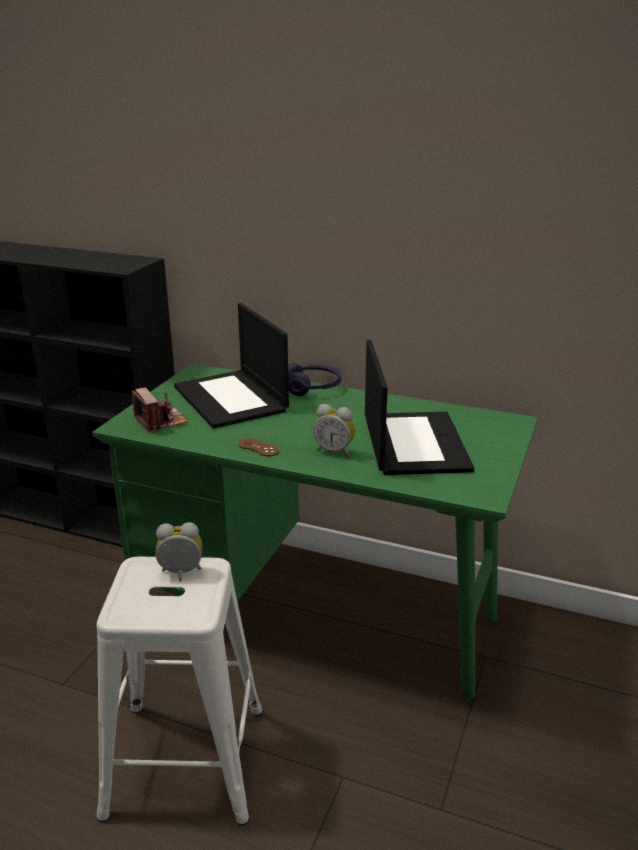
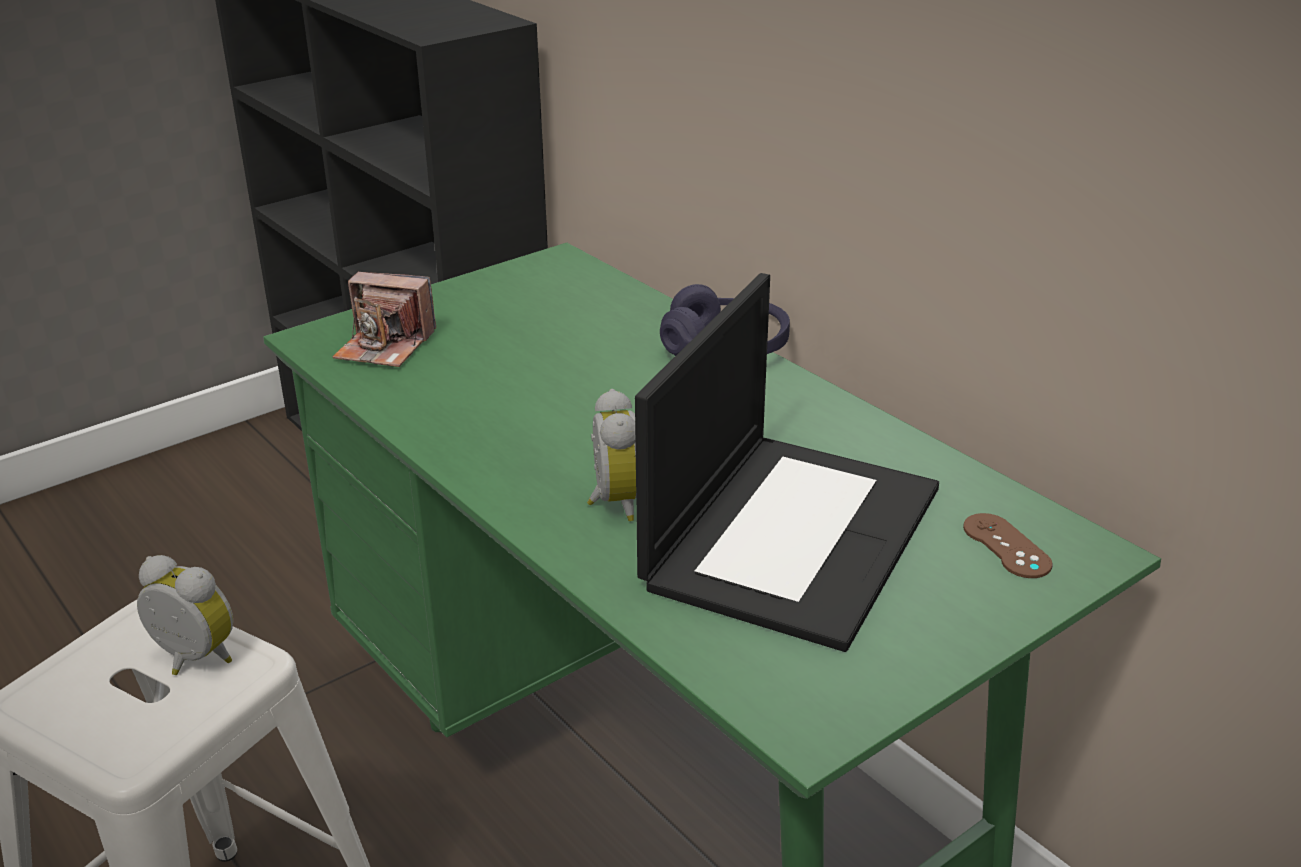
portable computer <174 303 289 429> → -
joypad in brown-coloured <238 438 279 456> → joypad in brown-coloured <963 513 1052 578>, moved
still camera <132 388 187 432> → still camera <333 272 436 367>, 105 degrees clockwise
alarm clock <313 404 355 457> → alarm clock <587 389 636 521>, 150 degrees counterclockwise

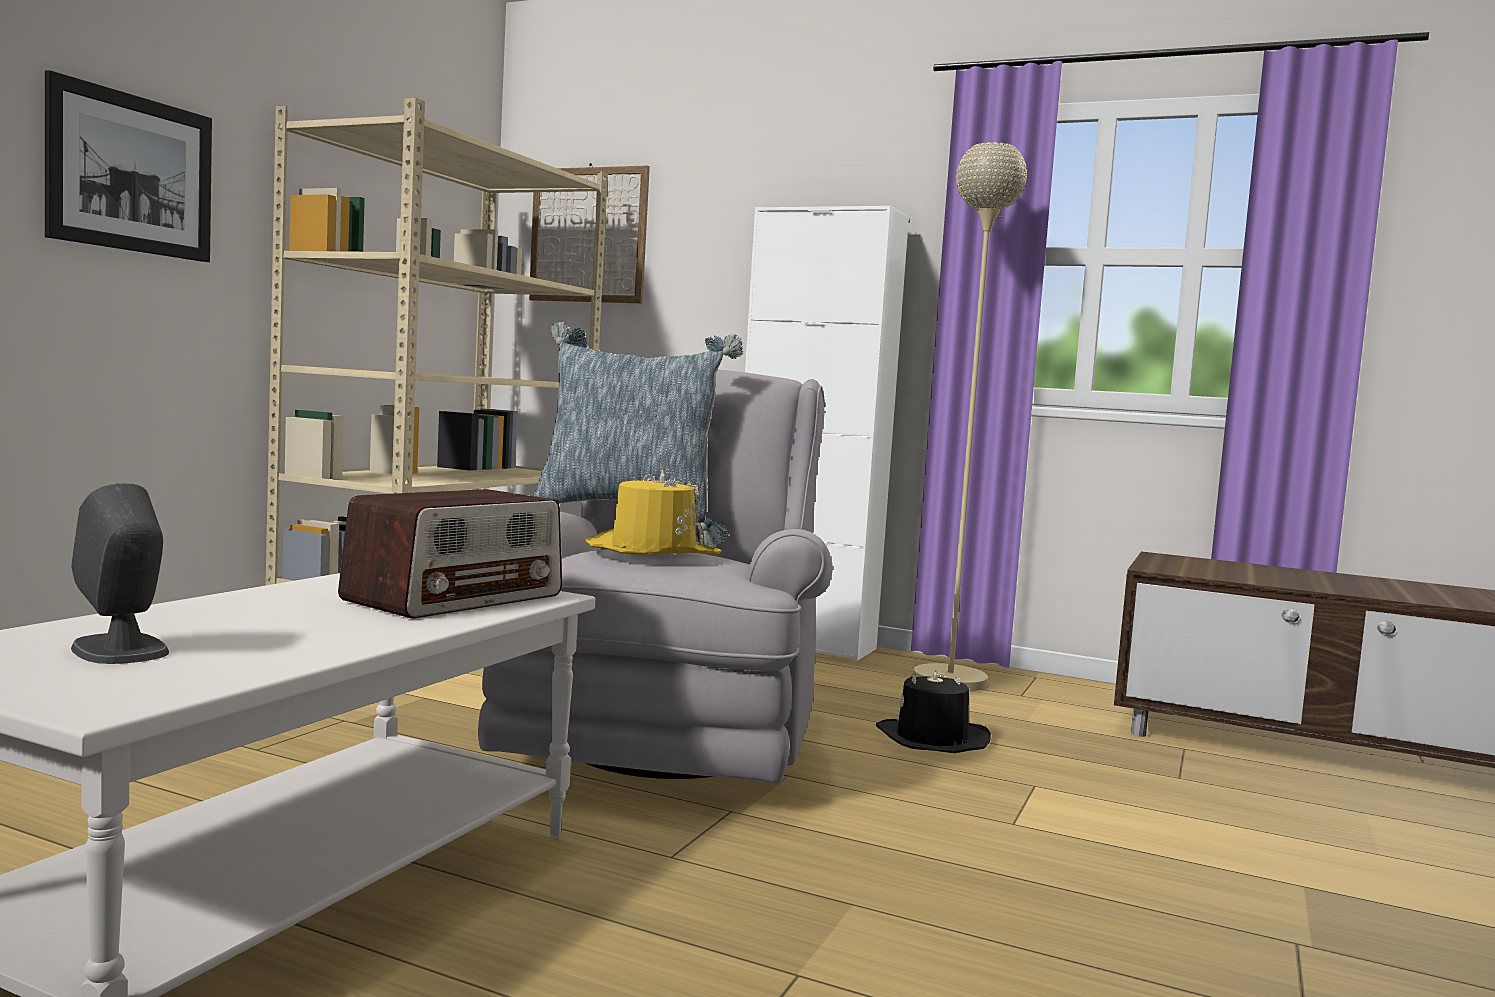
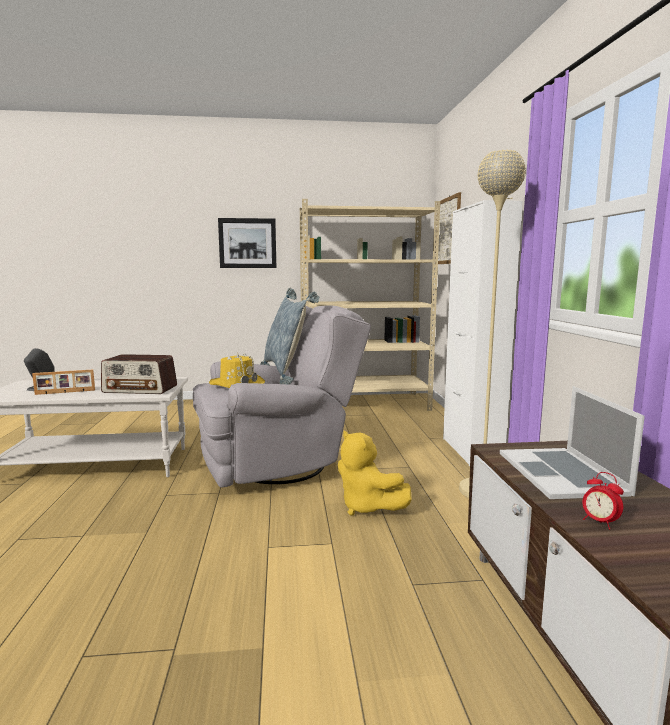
- → picture frame <32 370 95 395>
- → portable computer <500 386 645 499>
- → alarm clock <582 472 624 529>
clothing hat in black-coloured <876 670 991 753> → cuddly toy in yellow <338 431 412 516>

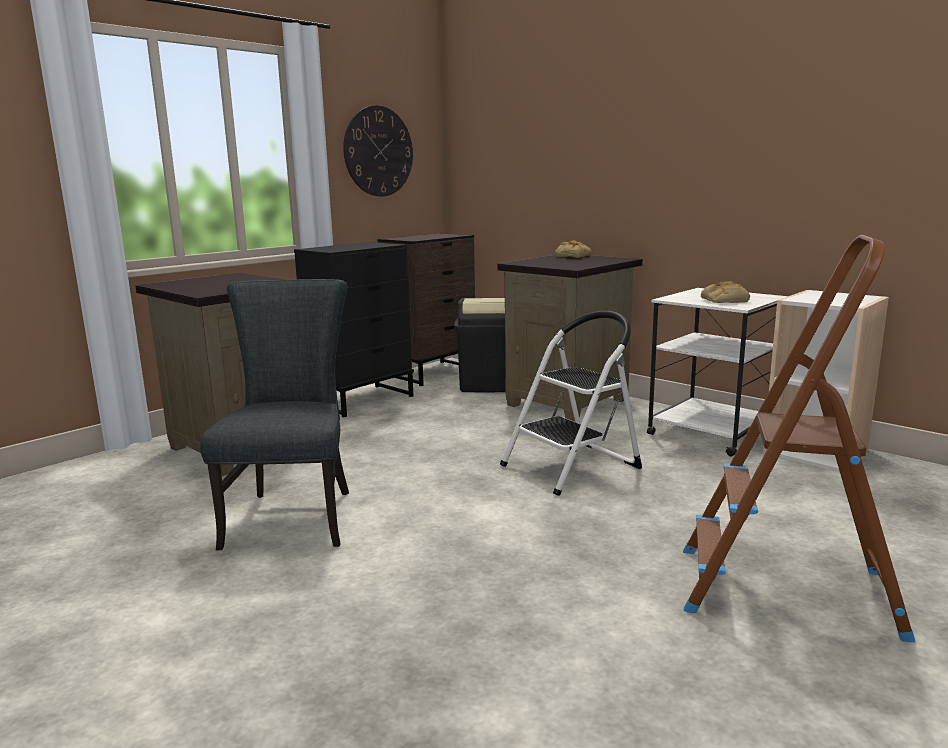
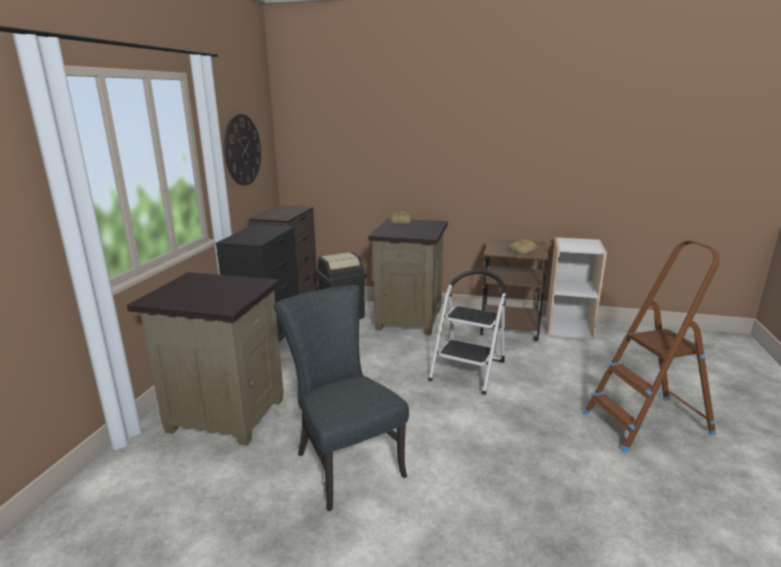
trolley in white-coloured <647 288 788 457> → trolley in brown-coloured <480 239 549 341>

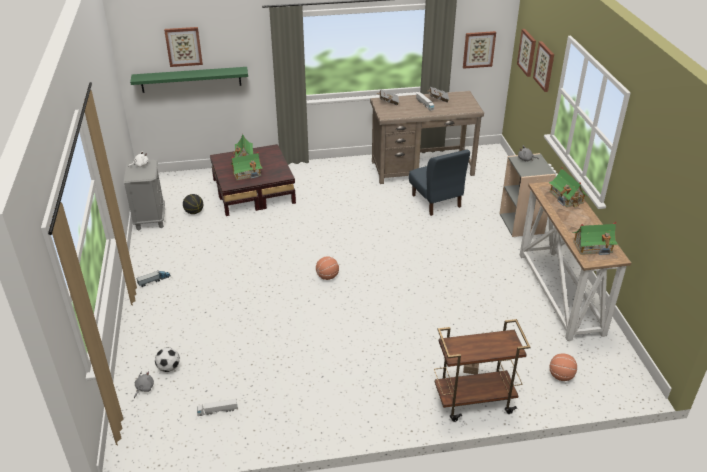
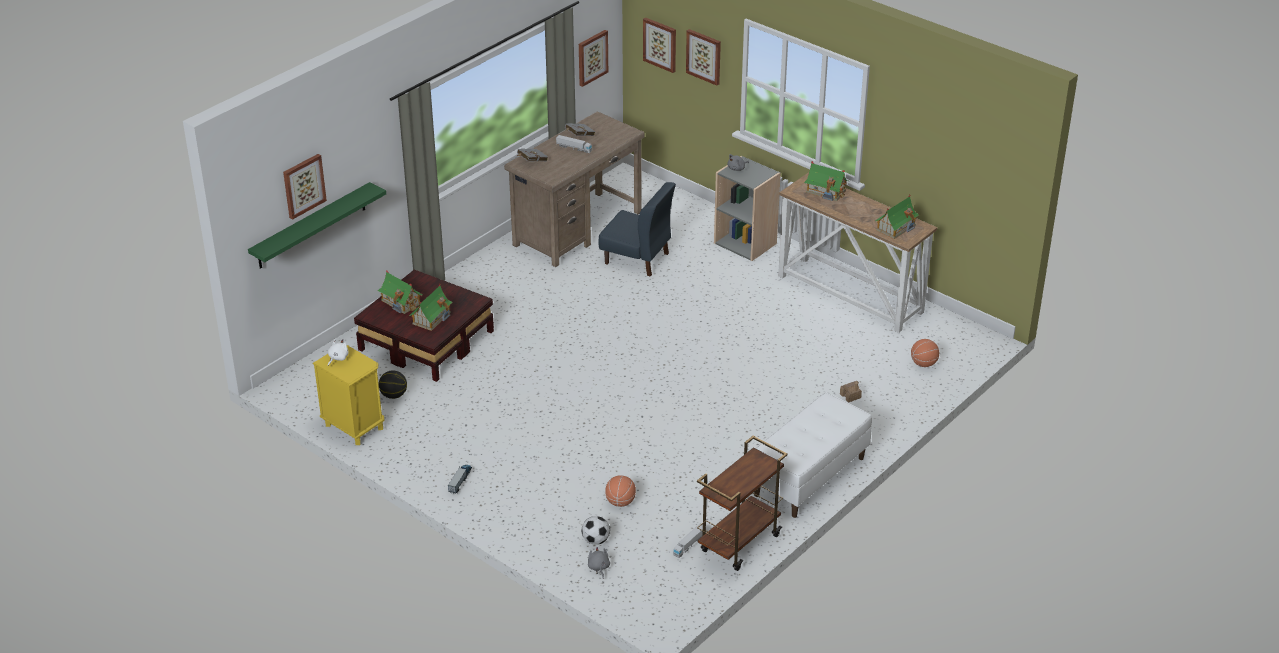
- → bench in white-coloured <754 392 872 518>
ball for basketball <316 256 339 280> → ball for basketball <605 475 636 507>, moved
trolley in brown-coloured <434 319 531 422> → trolley in brown-coloured <697 436 788 571>, moved
bedside table in gray <124 159 165 230> → bedside table in yellow <313 345 384 445>

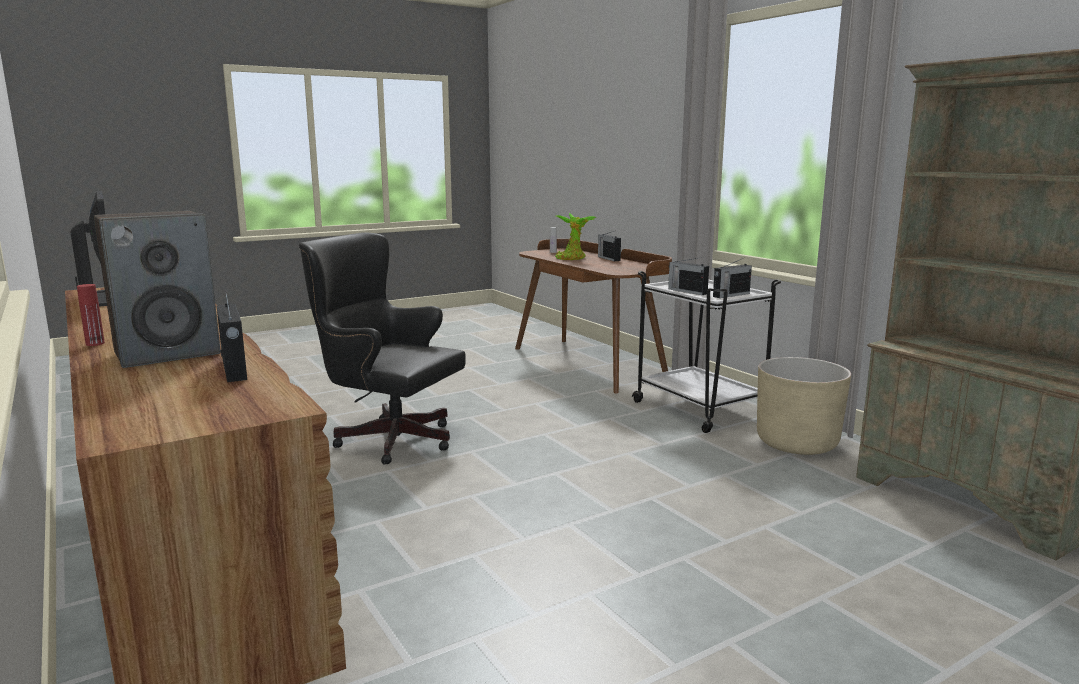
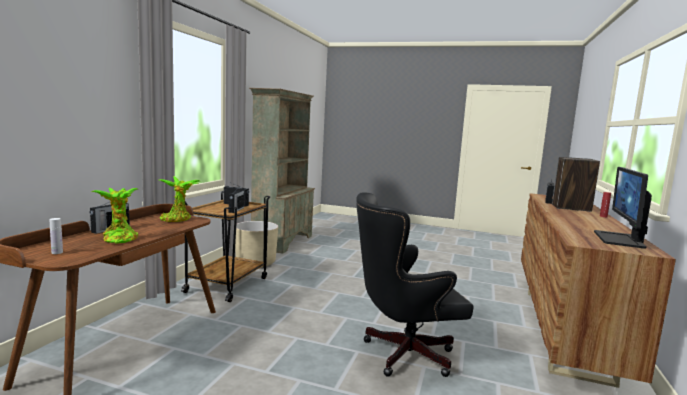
- → plant in a pot <159 176 200 222>
trolley in white-coloured <632 271 781 433> → trolley in brown-coloured <181 191 270 302>
office chair in black-coloured <299 232 466 465> → office chair in black-coloured <357 192 473 377>, 90 degrees clockwise

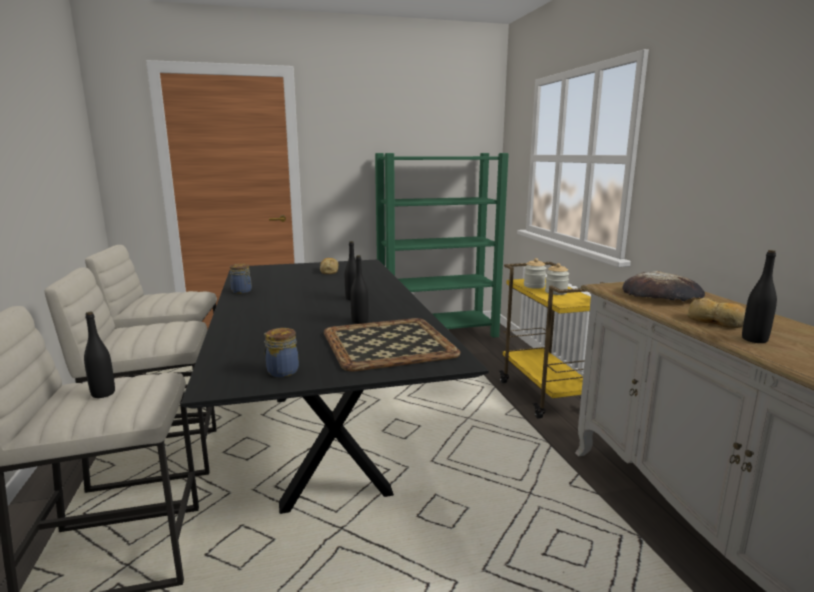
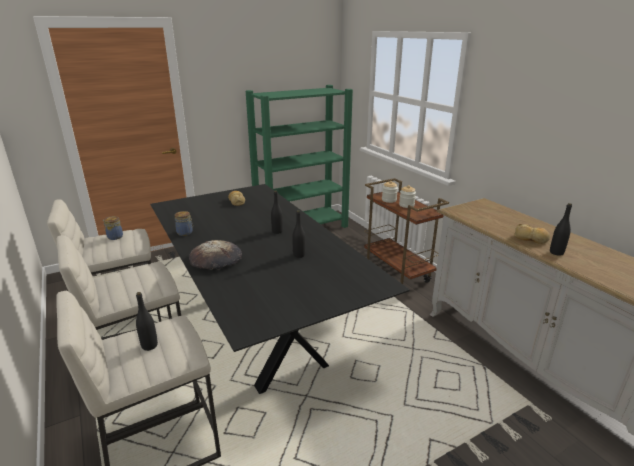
carrying tray <324 318 461 372> → -
preserve jar <264 328 299 377> → preserve jar <103 216 123 240>, moved
bread <622 271 705 302> → bread <189 240 242 270>, moved
trolley in yellow <499 262 604 418> → trolley in brown-coloured <364 178 449 284>

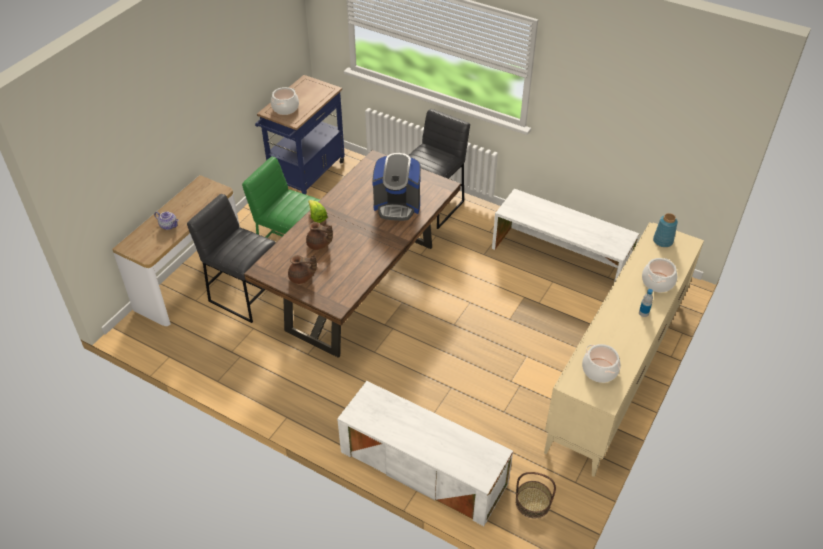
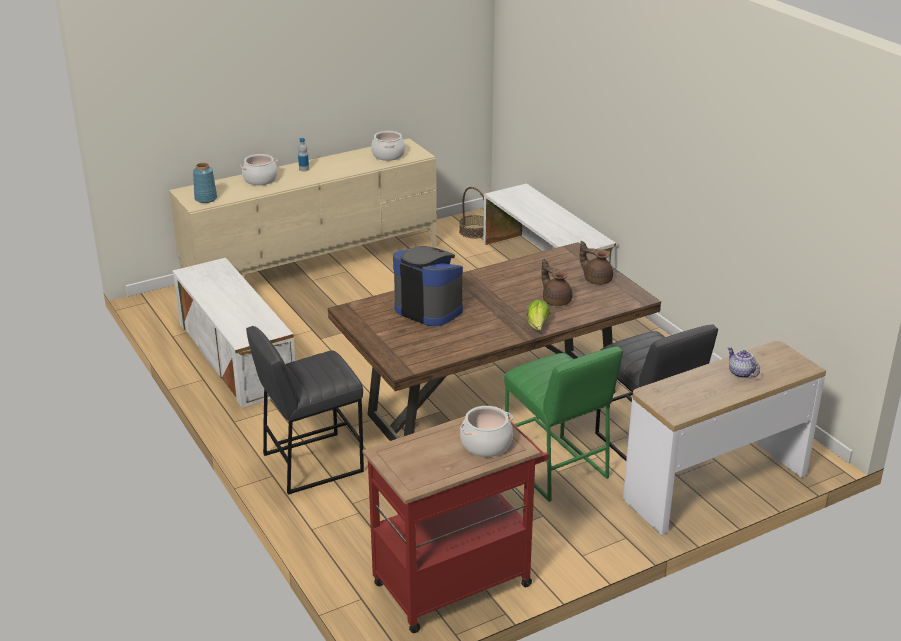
trolley in blue <255 75 345 194> → trolley in red-coloured <362 416 550 633>

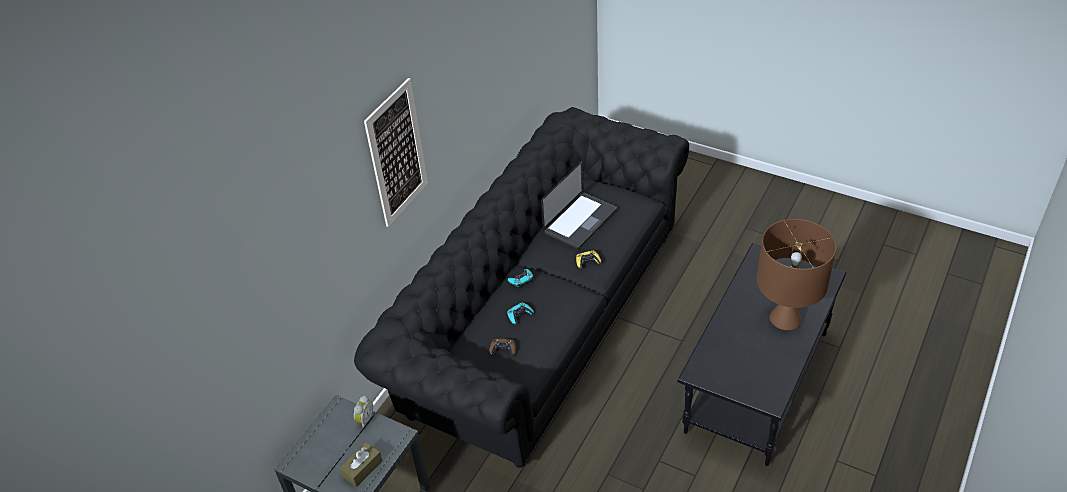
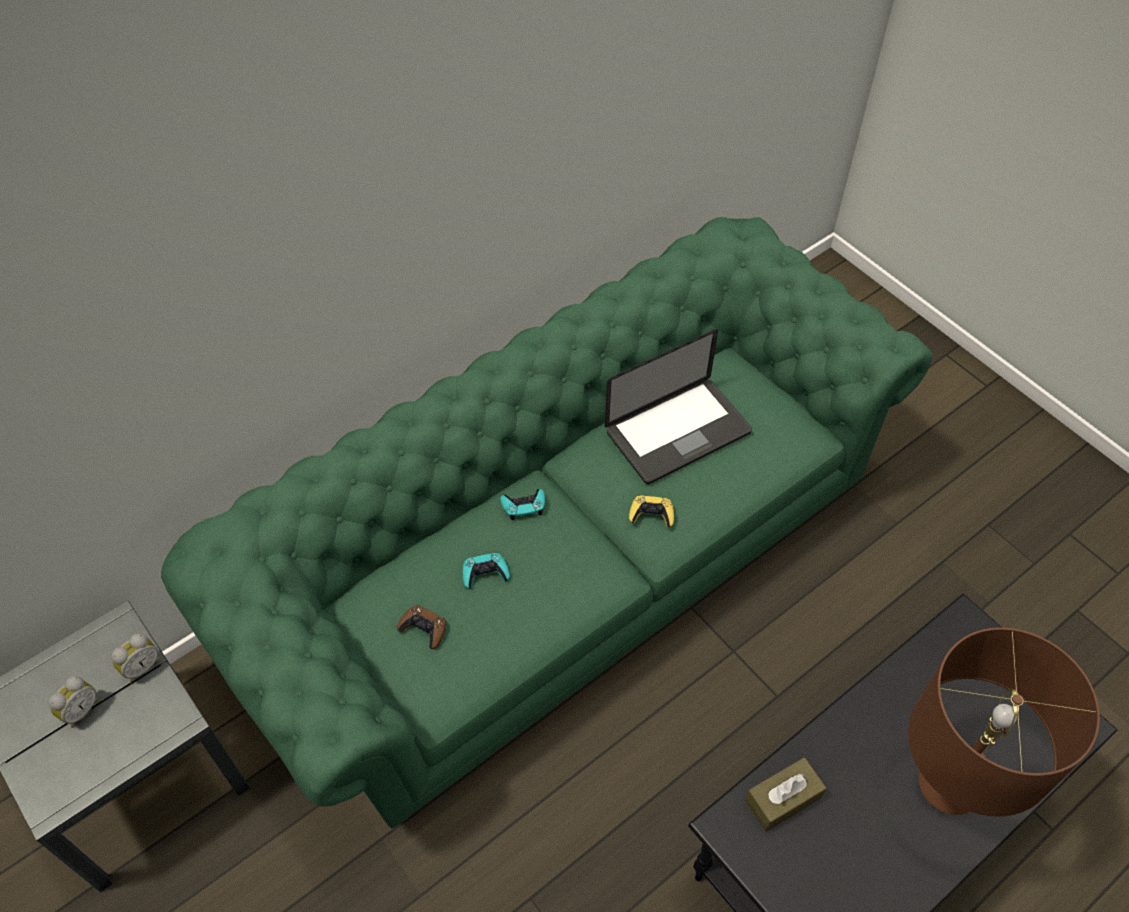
wall picture <364 78 428 227> → -
- → alarm clock <49 676 99 728>
tissue box in brown-coloured <339 442 382 487> → tissue box in brown-coloured <745 757 826 832>, moved
settee in black-coloured <354 107 689 468> → settee in green-coloured <161 217 933 828>

